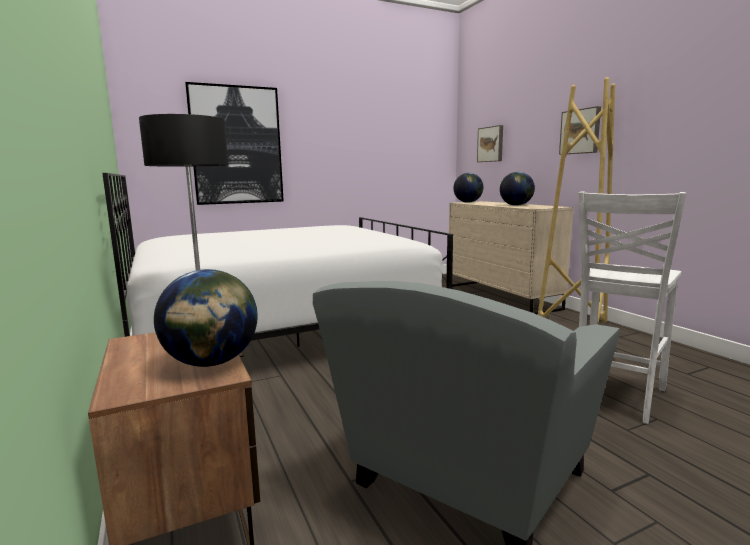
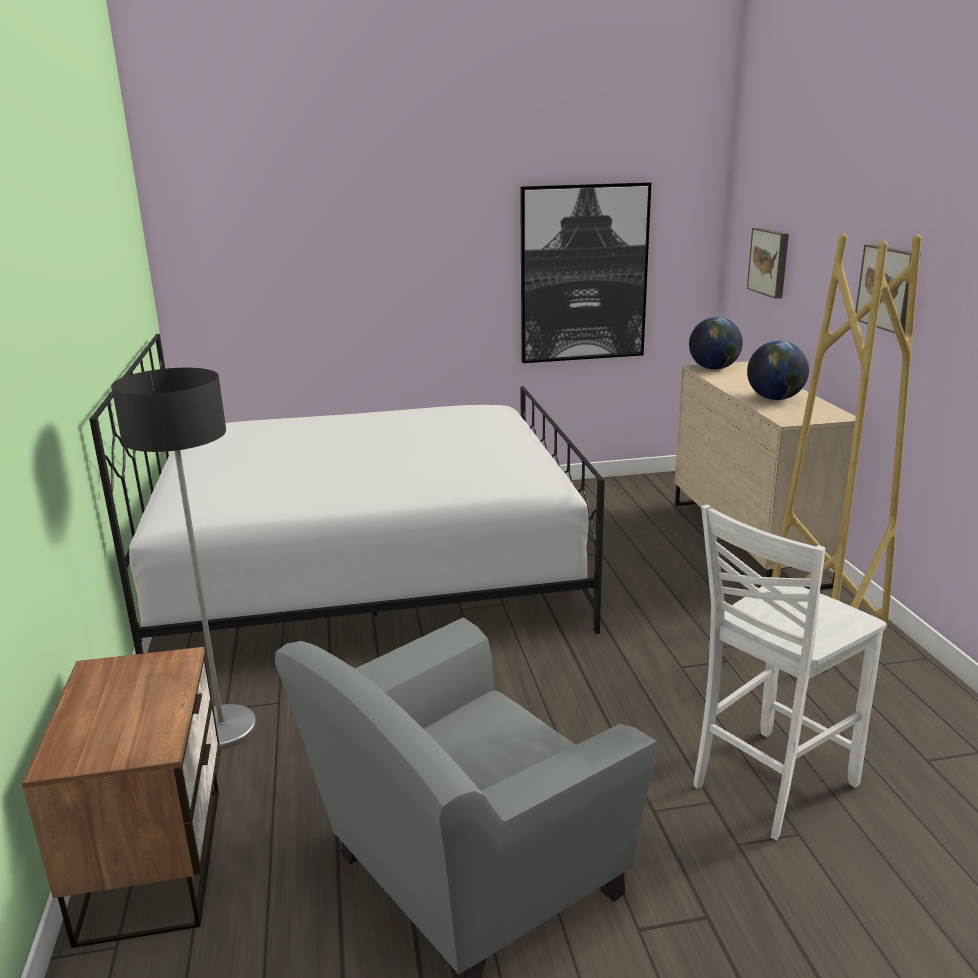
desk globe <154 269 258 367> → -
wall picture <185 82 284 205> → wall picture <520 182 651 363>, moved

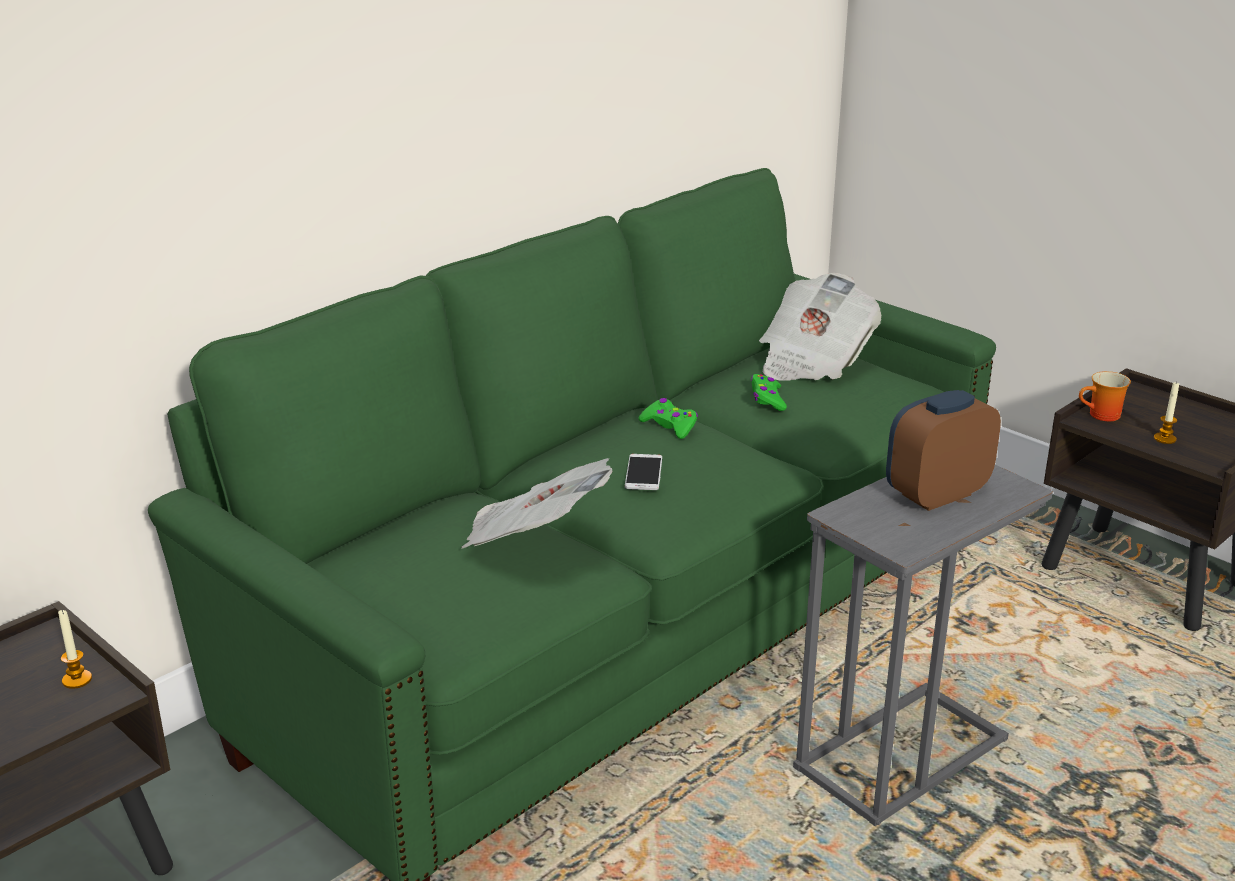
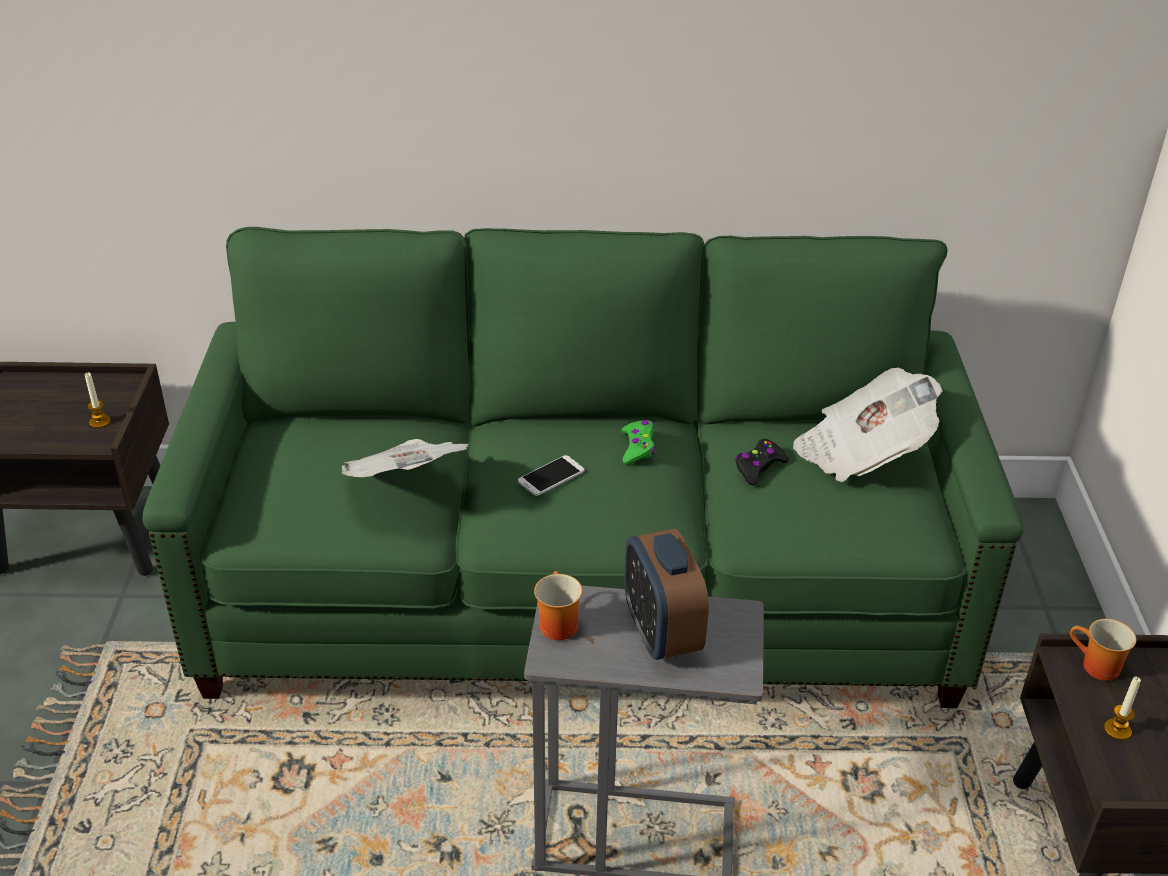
- → mug <534 571 583 640>
joypad in green-coloured <751 374 787 411> → joypad in black-coloured <734 439 789 485>
alarm clock <886 390 1001 511> → alarm clock <624 529 709 660>, 120 degrees counterclockwise

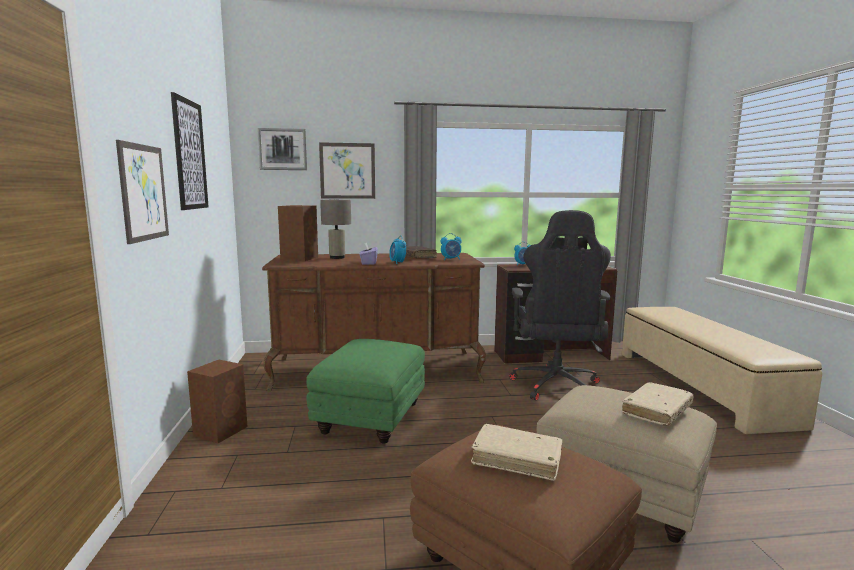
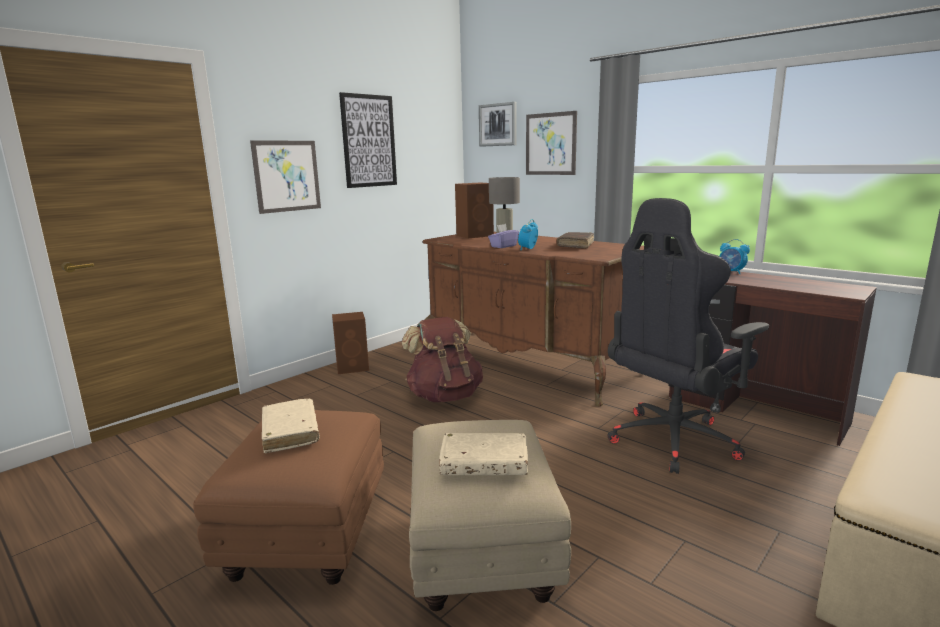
alarm clock <440 233 462 260> → -
footrest in green-coloured <306 339 425 444> → backpack in brown-coloured <401 317 483 402>

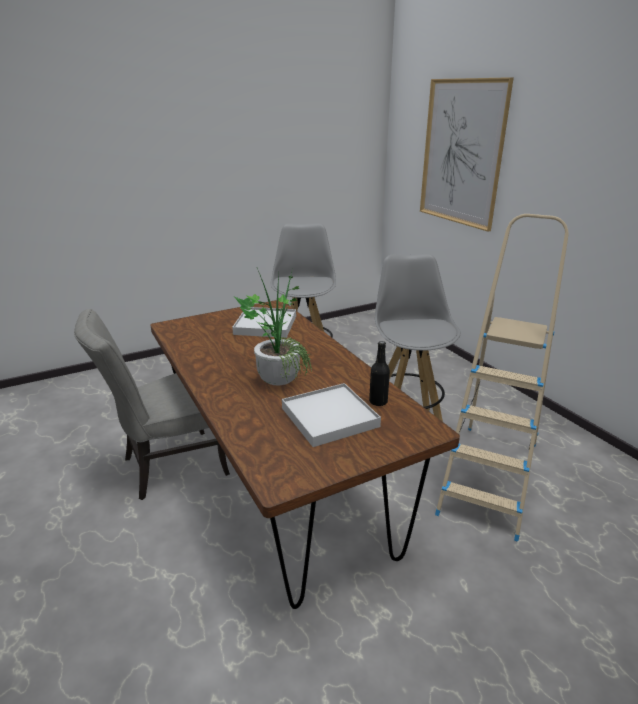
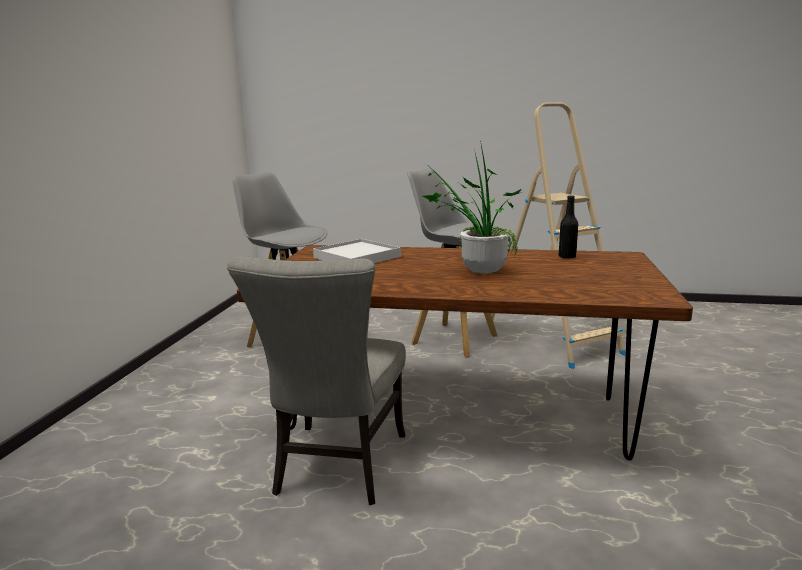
carrying tray in white-coloured <282 383 381 447> → -
wall picture <420 77 514 232> → -

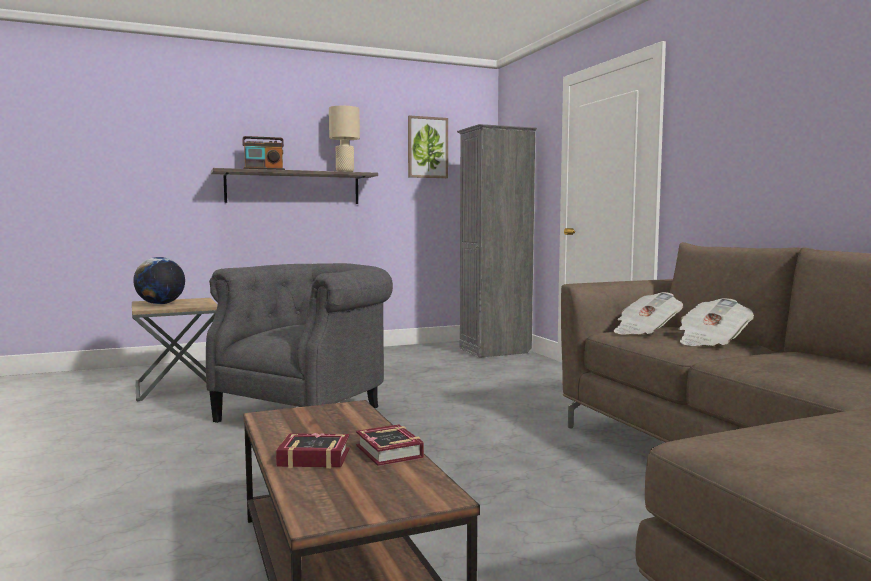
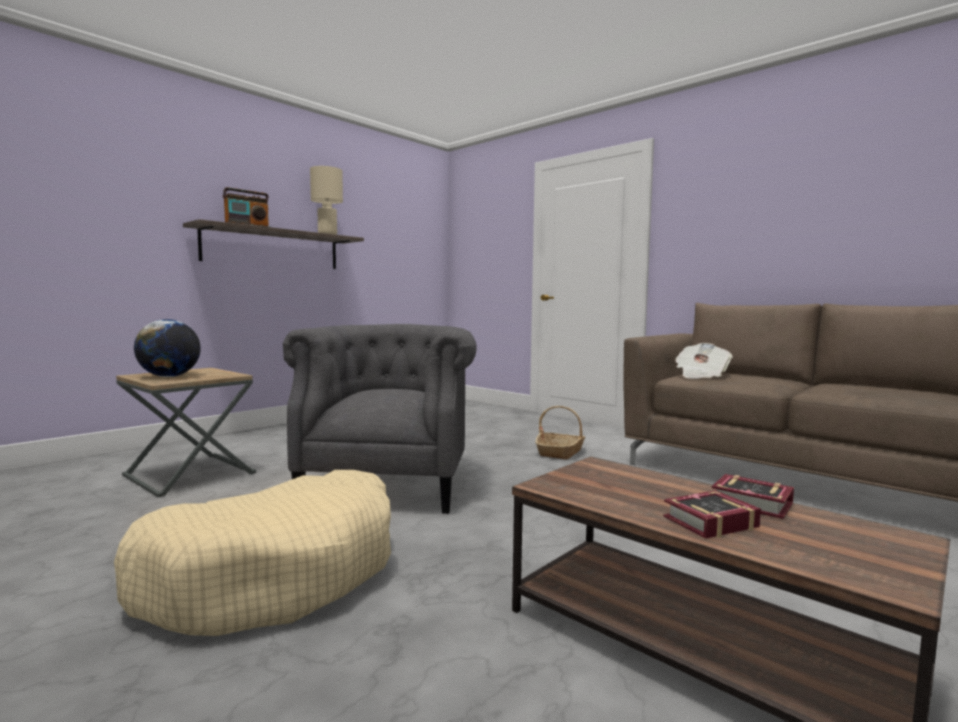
wall picture <408 115 448 178> → -
storage cabinet in gray <457 124 537 358> → -
printed paper <678 298 754 346> → -
- → dog cushion in sand-coloured <114 470 391 636>
- → household basket <535 406 585 460>

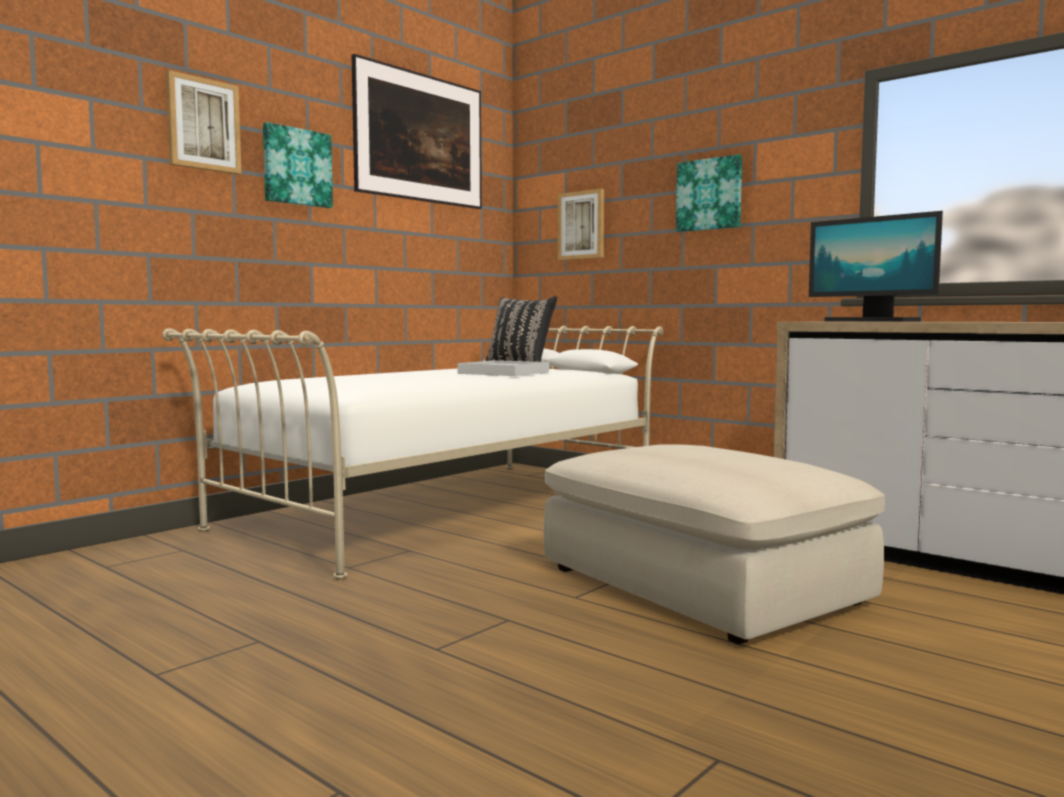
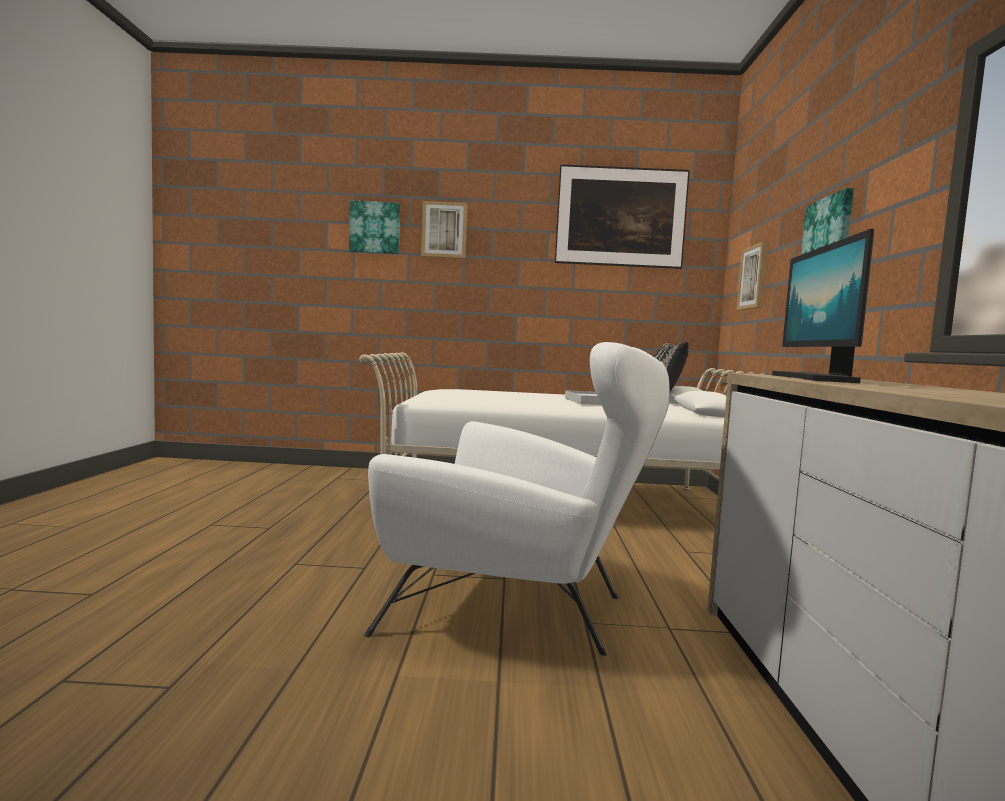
wall picture <263 122 333 208> → wall picture <349 201 400 254>, moved
footrest in sand-coloured <544 444 885 645> → lounge chair in white-coloured <364 342 670 656>

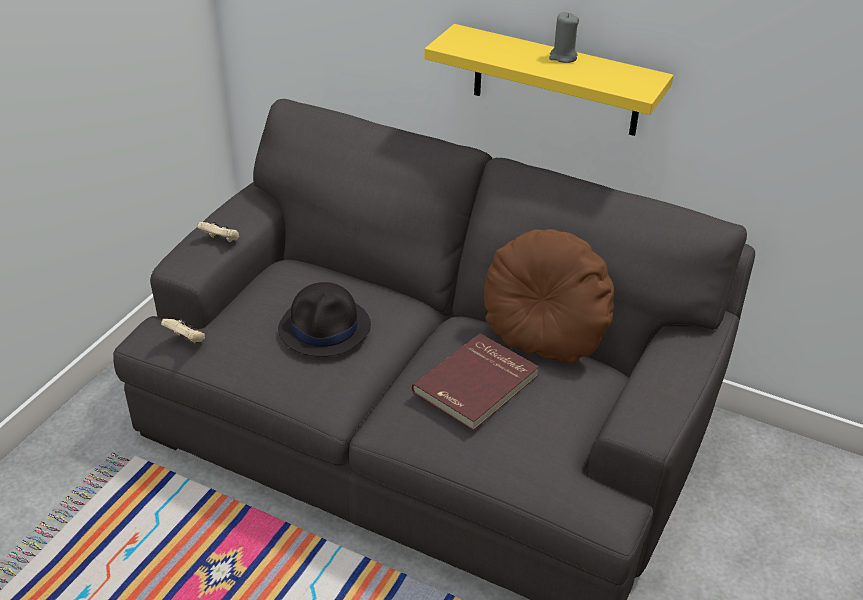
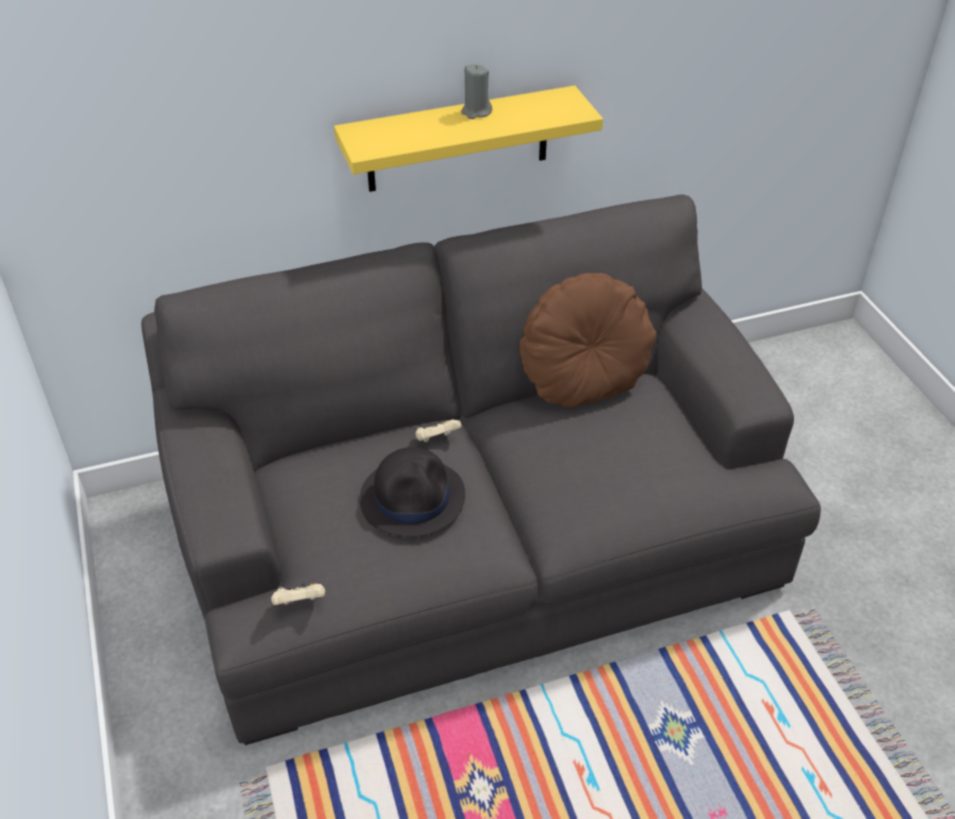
book in red-coloured <412 333 539 431> → -
joypad in sand-coloured <197 222 239 242> → joypad in sand-coloured <415 419 462 443>, moved

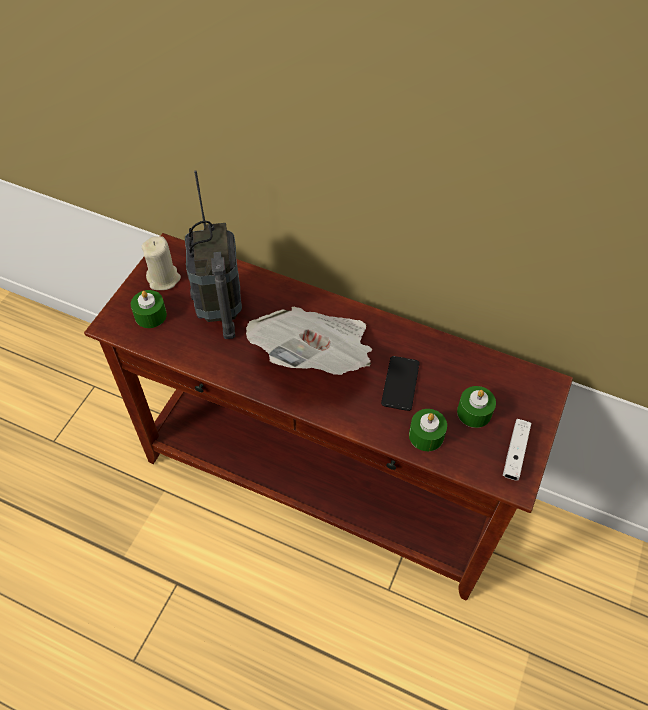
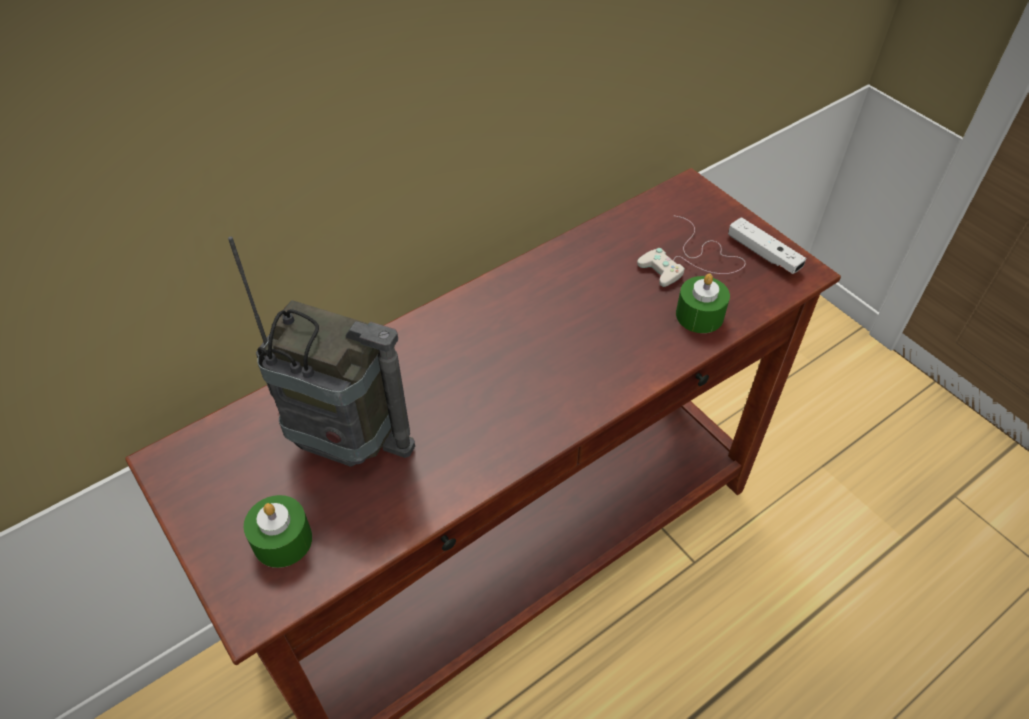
wax candle in sand-coloured <142 236 181 290> → -
printed paper <246 307 372 375> → -
phone <381 356 420 411> → -
wax candle in green-coloured <457 386 496 428> → joypad in white-coloured <637 215 746 287>

